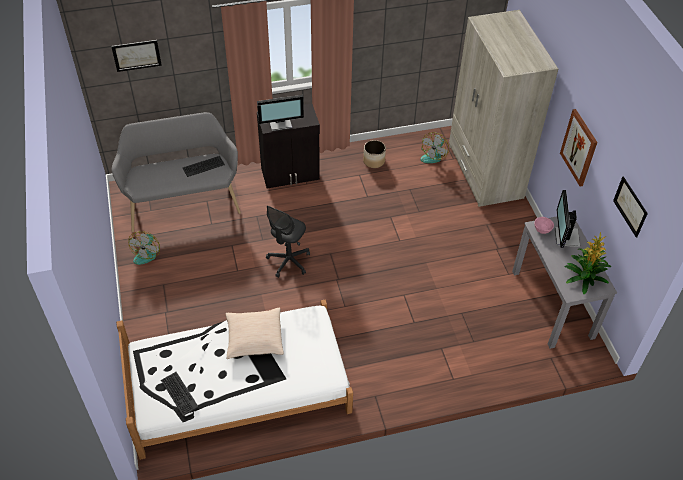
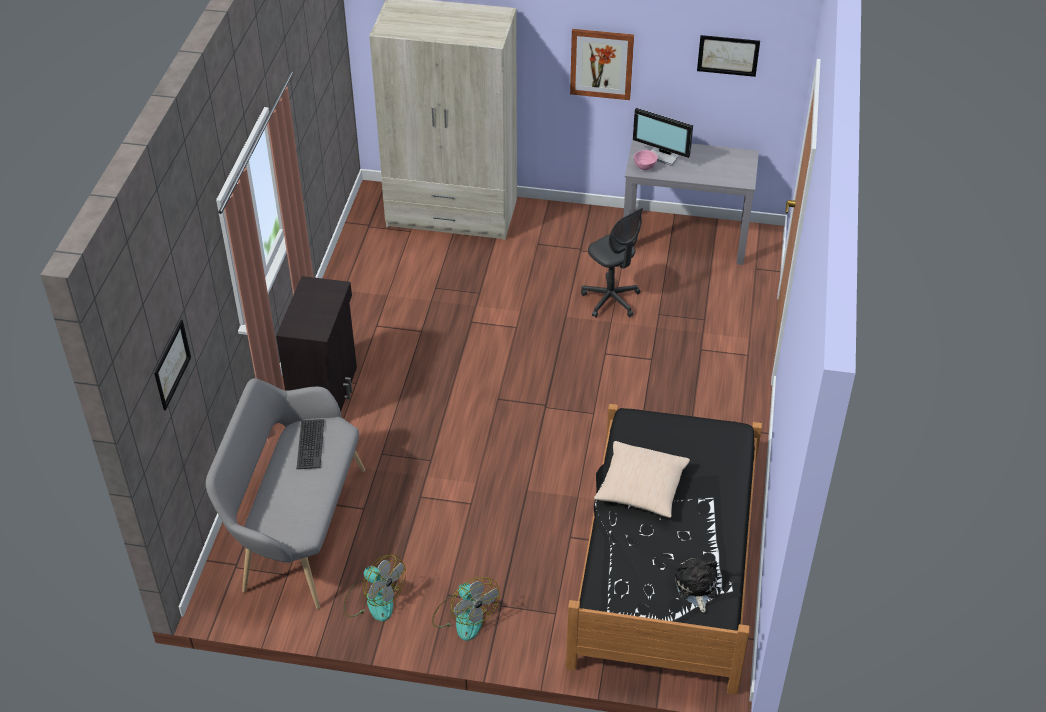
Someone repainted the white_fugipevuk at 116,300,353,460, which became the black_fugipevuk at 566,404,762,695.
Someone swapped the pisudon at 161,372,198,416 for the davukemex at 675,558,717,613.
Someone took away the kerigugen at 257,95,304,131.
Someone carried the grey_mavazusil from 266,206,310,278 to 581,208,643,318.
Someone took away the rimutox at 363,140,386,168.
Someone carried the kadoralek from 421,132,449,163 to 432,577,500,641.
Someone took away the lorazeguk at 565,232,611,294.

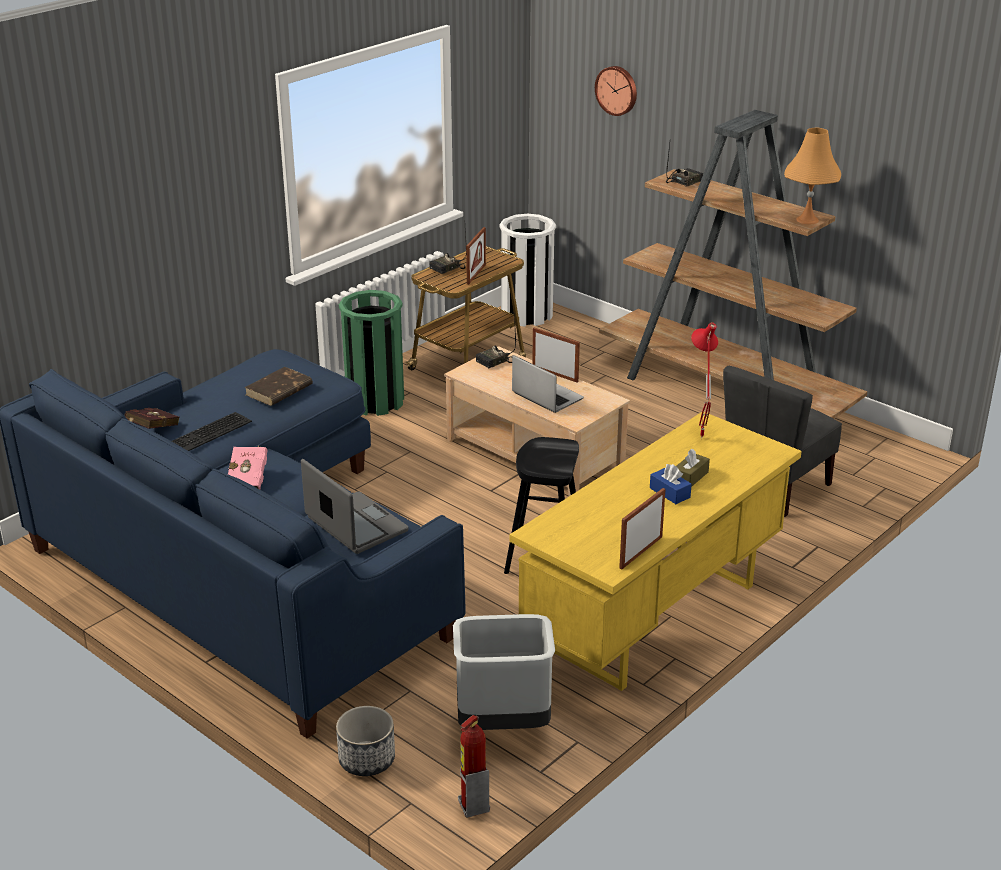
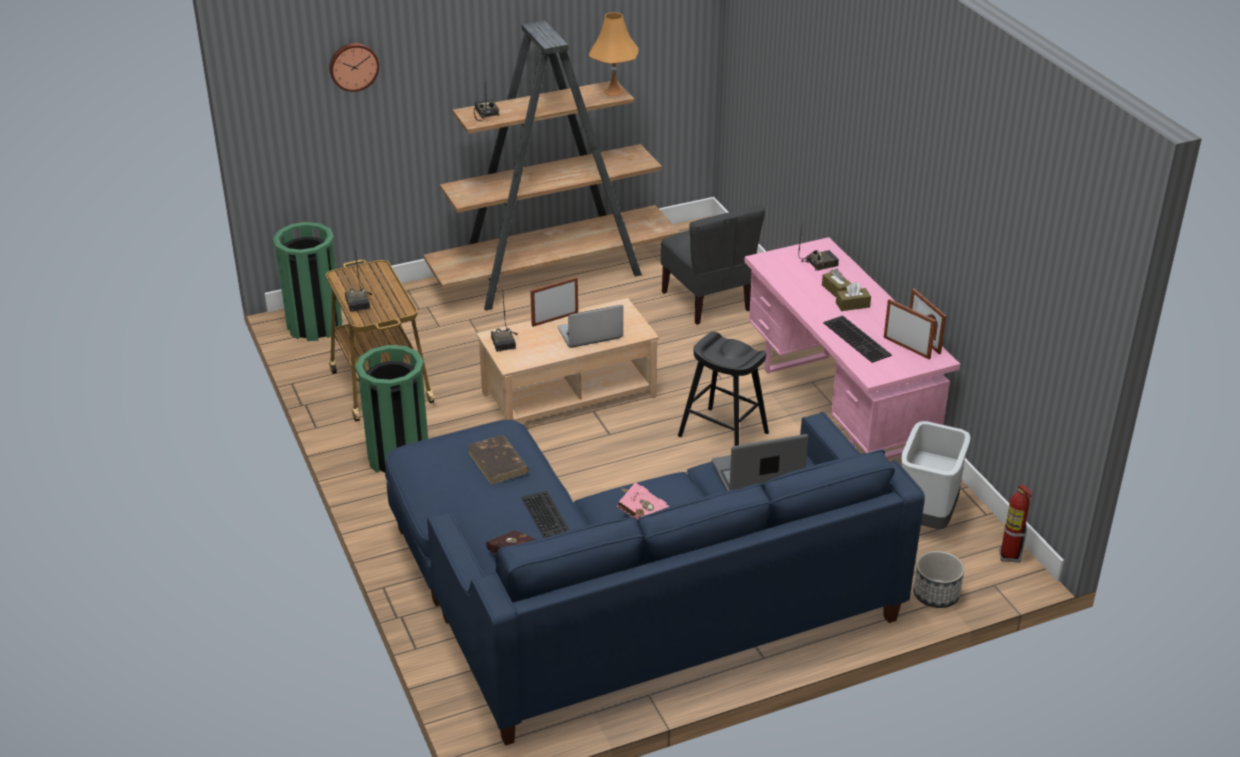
Someone carried the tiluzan from 466,227,486,285 to 884,299,936,359.
Someone repainted the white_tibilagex at 499,214,556,327, which became the green_tibilagex at 273,222,342,341.
Someone repainted the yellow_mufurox at 510,412,802,691, which became the pink_mufurox at 744,237,960,459.
Someone repainted the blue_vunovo at 650,464,692,504, which became the brown_vunovo at 836,282,871,311.
Someone took away the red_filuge at 691,323,718,438.
Someone put down the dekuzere at 798,228,839,271.
Someone put down the pisudon at 823,315,892,363.

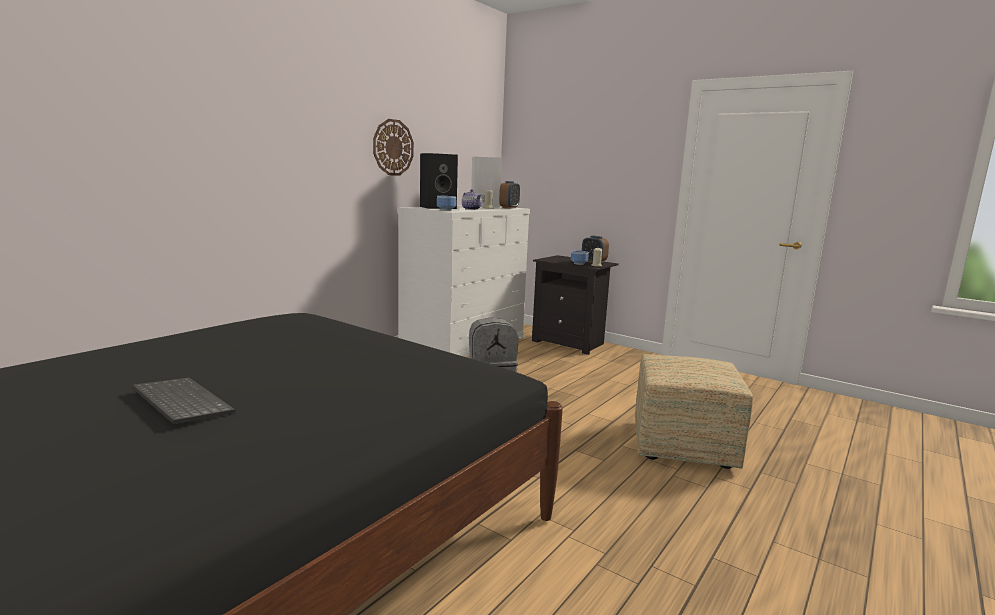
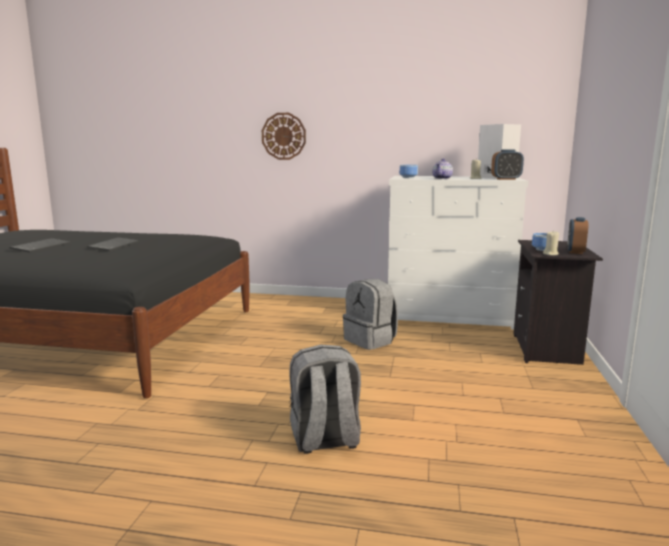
Someone carried the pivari from 373,119,414,176 to 262,113,306,160.
Someone took away the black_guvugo at 420,153,458,209.
Someone swapped the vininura at 635,354,753,469 for the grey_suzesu at 289,345,361,454.
Someone put down the pisudon at 87,237,139,251.

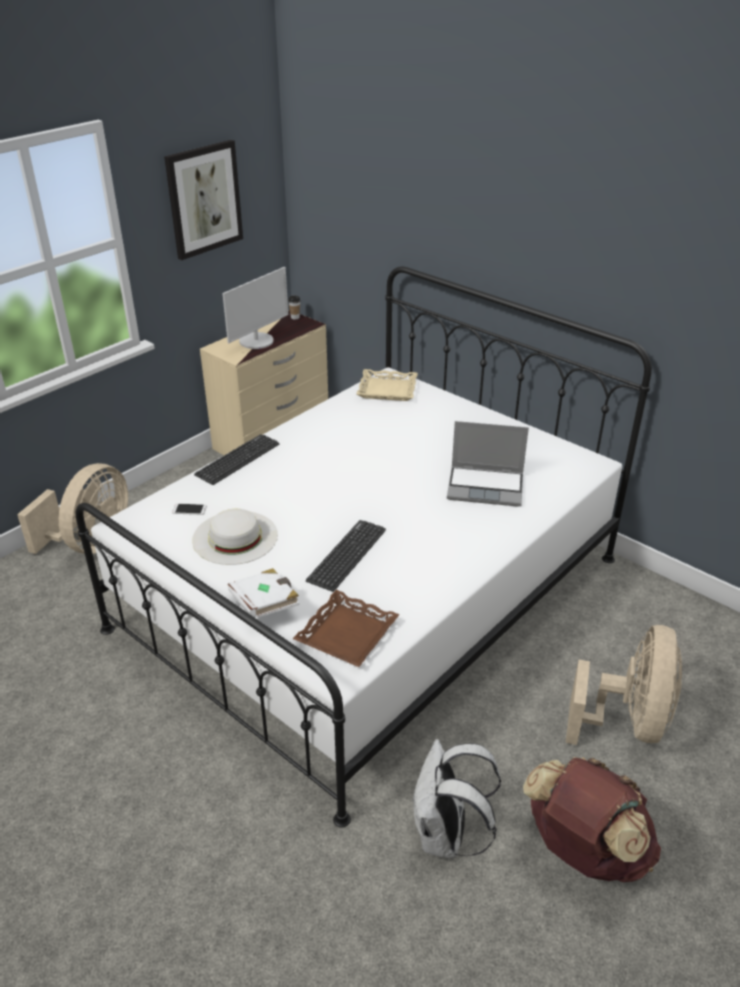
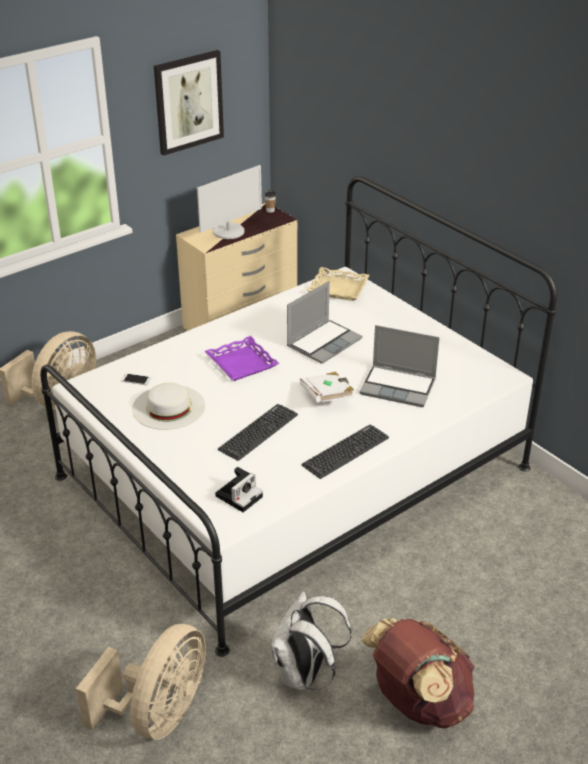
Someone carried the pisudon from 194,434,279,485 to 302,425,389,479.
Someone carried the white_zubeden from 228,568,299,618 to 300,372,354,403.
Someone swapped the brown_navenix at 293,590,400,667 for the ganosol at 215,467,263,512.
Someone carried the beige_kadoralek from 566,625,682,745 to 76,624,206,740.
Someone put down the purple_navenix at 205,336,279,381.
Someone put down the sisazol at 287,281,362,364.

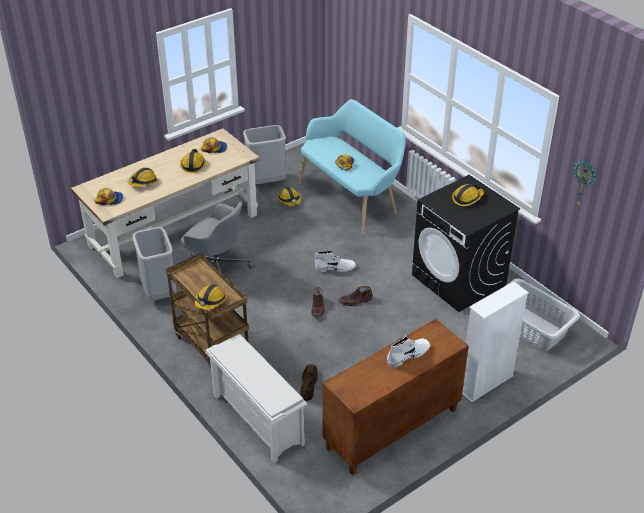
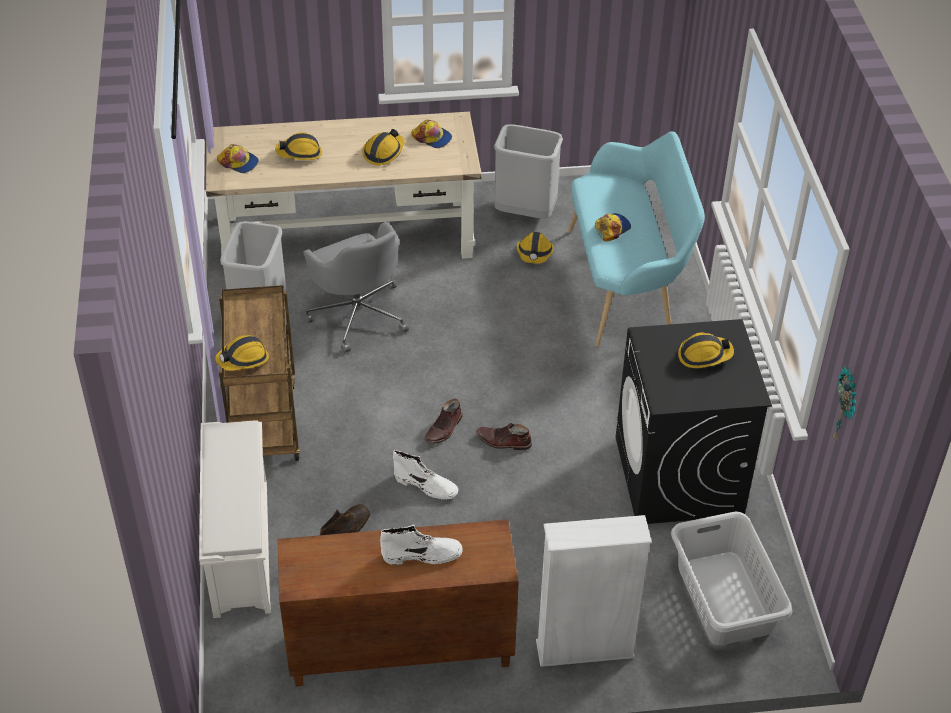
Someone carried the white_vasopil from 315,250,356,272 to 393,450,458,500.

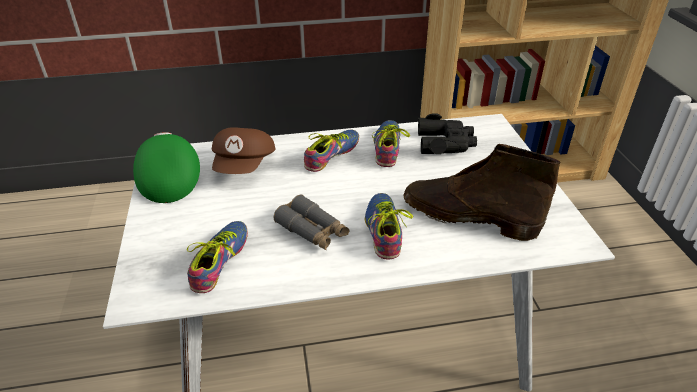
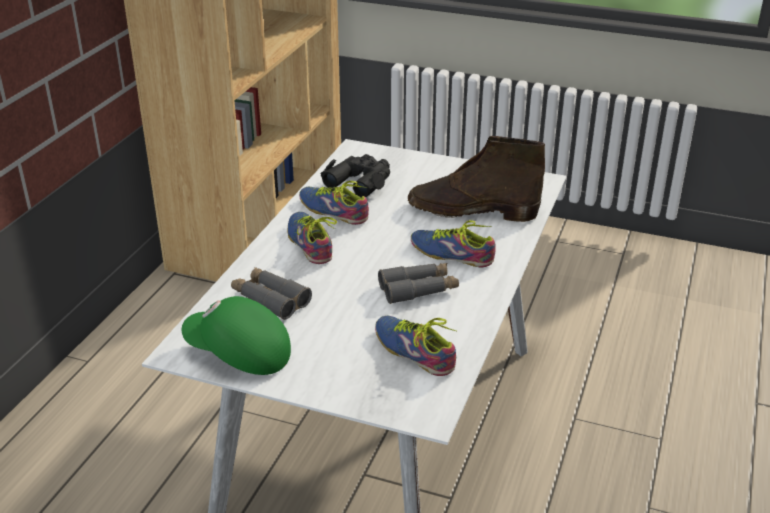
Someone swapped the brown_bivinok at 212,127,275,174 for the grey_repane at 231,267,312,320.
Someone rotated the brown_vasopil at 403,144,561,241 by 45 degrees clockwise.

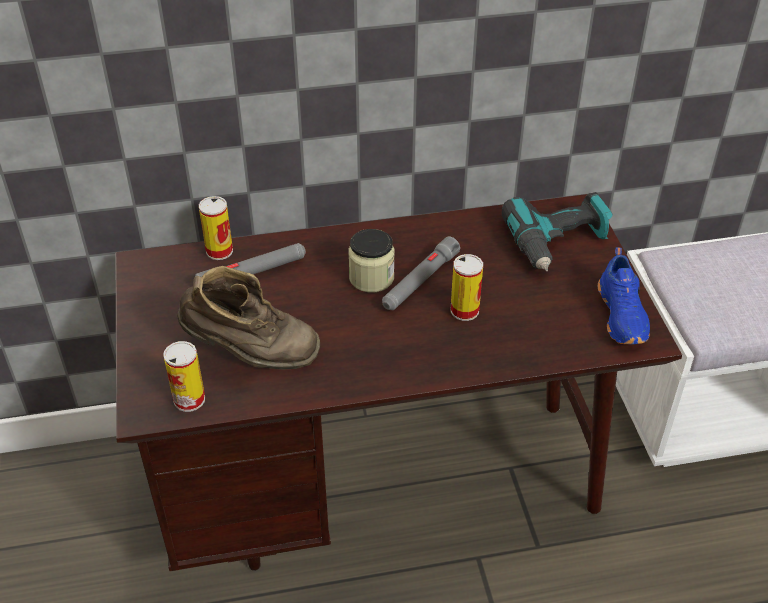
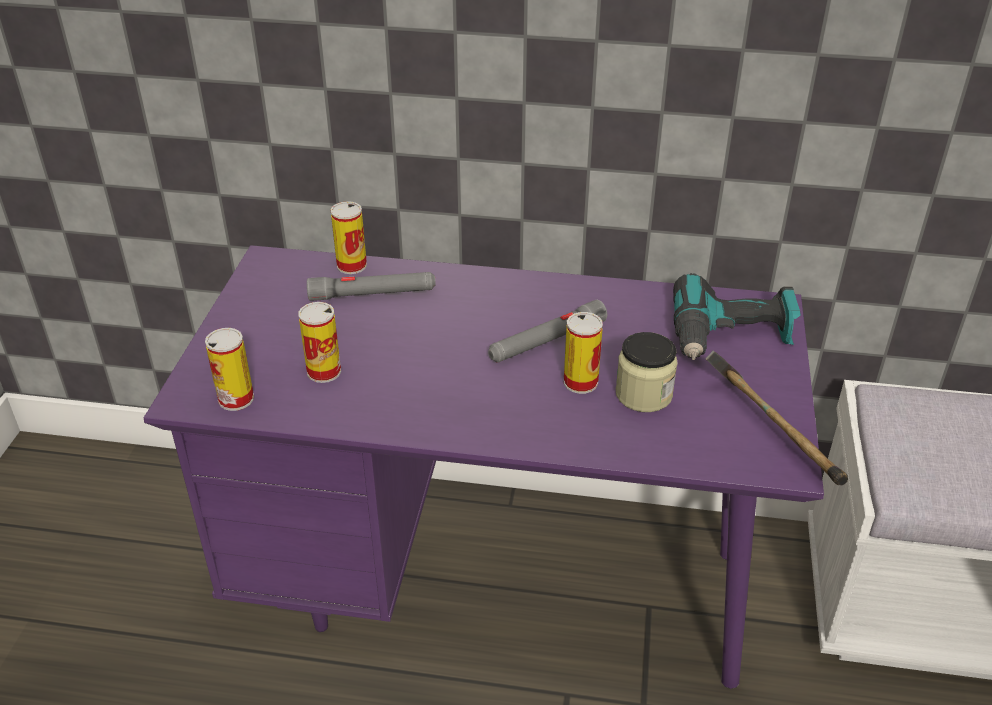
Someone repainted the brown_mufurox at 115,194,682,571, which became the purple_mufurox at 144,245,824,689.
Someone swapped the brown_vasopil at 177,266,320,370 for the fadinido at 298,302,341,383.
Someone carried the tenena from 348,229,395,292 to 616,332,678,412.
Someone swapped the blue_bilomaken at 598,248,650,344 for the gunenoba at 705,350,848,485.

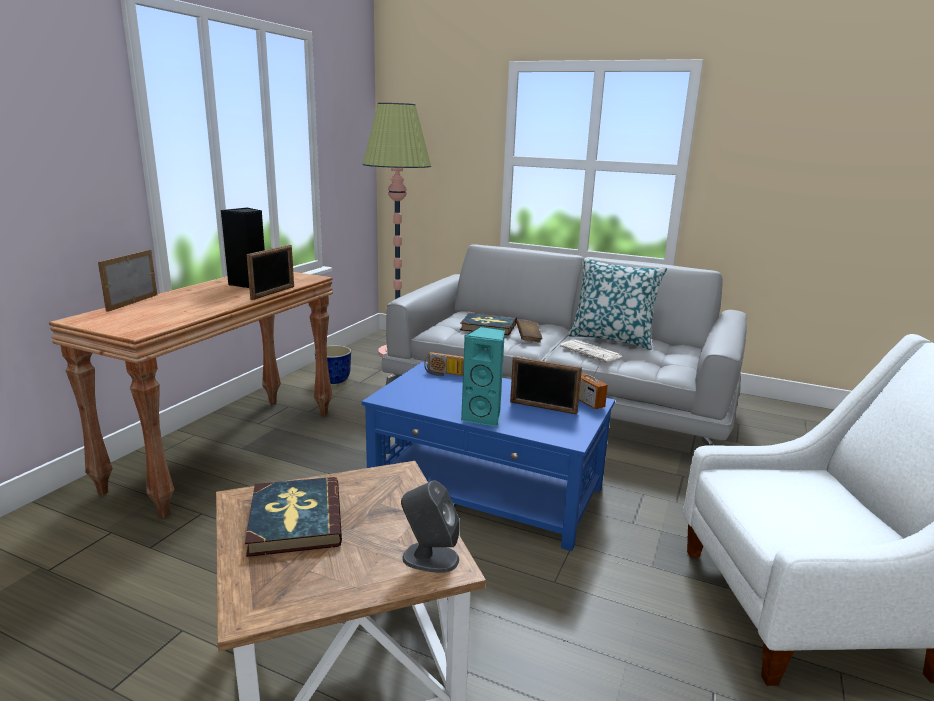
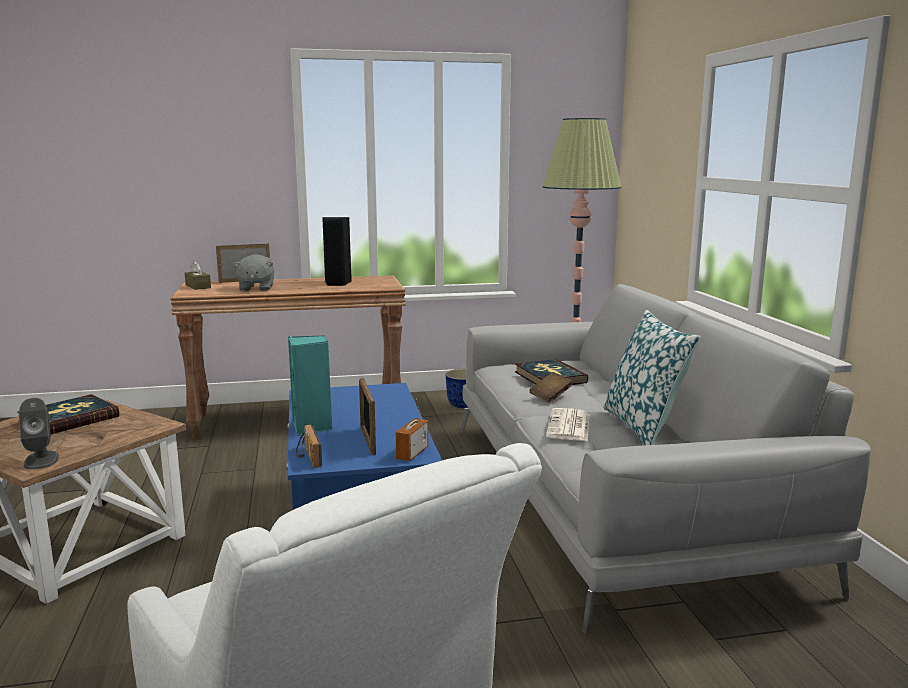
Someone took away the tiluzan at 247,245,294,300.
Someone carried the dekuzere from 424,352,464,376 to 296,425,322,468.
Someone put down the brown_vunovo at 185,261,211,290.
Someone put down the grey_davukemex at 233,254,274,291.

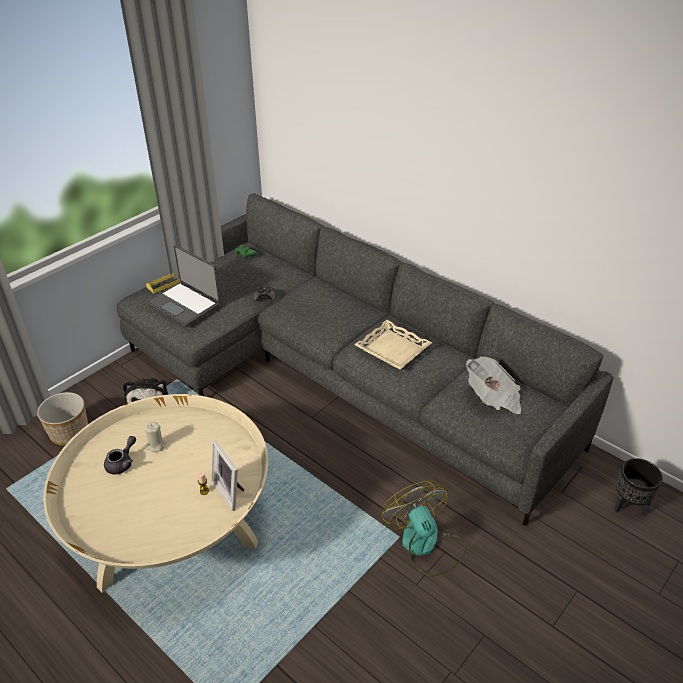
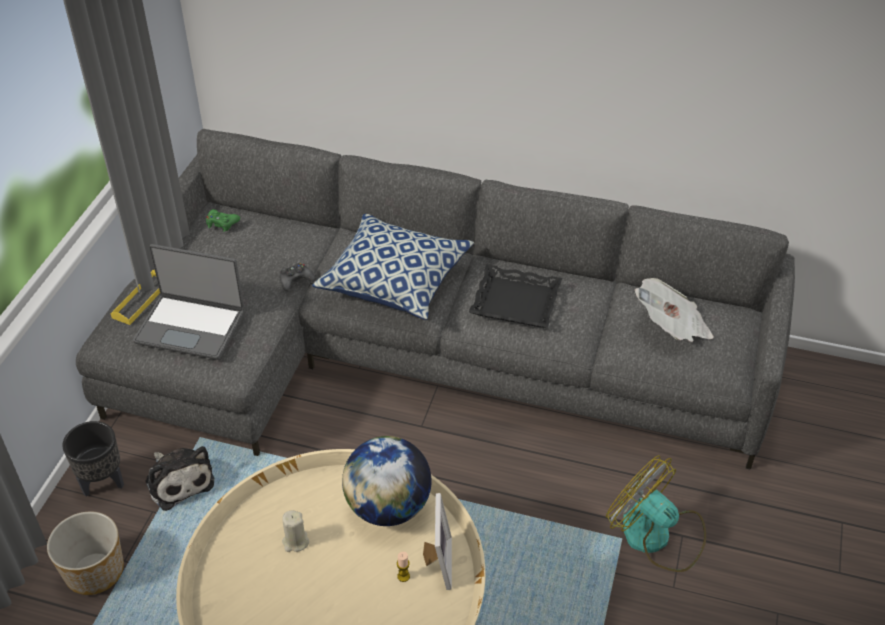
Someone took away the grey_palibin at 104,436,136,474.
Someone rotated the tiluzan at 212,441,244,511 by 120 degrees counterclockwise.
Someone repainted the beige_navenix at 354,320,432,370, which became the black_navenix at 469,264,562,328.
Someone carried the black_rimutox from 614,458,663,516 to 62,421,124,497.
Someone put down the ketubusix at 312,214,474,320.
Someone put down the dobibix at 342,436,432,526.

